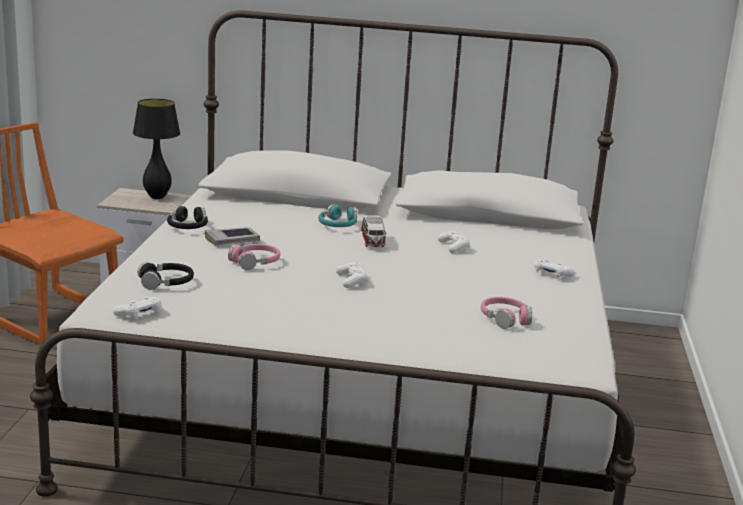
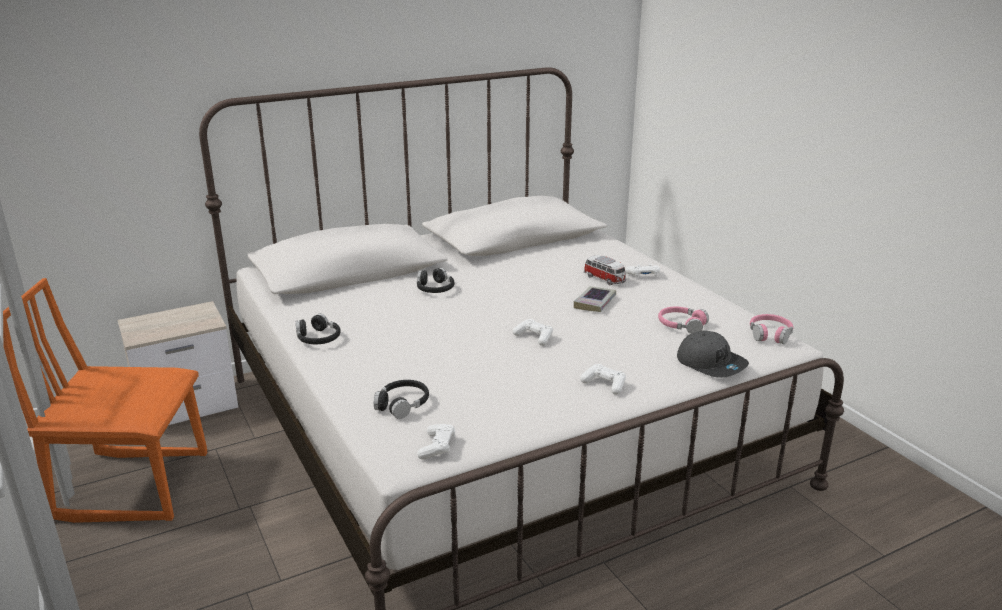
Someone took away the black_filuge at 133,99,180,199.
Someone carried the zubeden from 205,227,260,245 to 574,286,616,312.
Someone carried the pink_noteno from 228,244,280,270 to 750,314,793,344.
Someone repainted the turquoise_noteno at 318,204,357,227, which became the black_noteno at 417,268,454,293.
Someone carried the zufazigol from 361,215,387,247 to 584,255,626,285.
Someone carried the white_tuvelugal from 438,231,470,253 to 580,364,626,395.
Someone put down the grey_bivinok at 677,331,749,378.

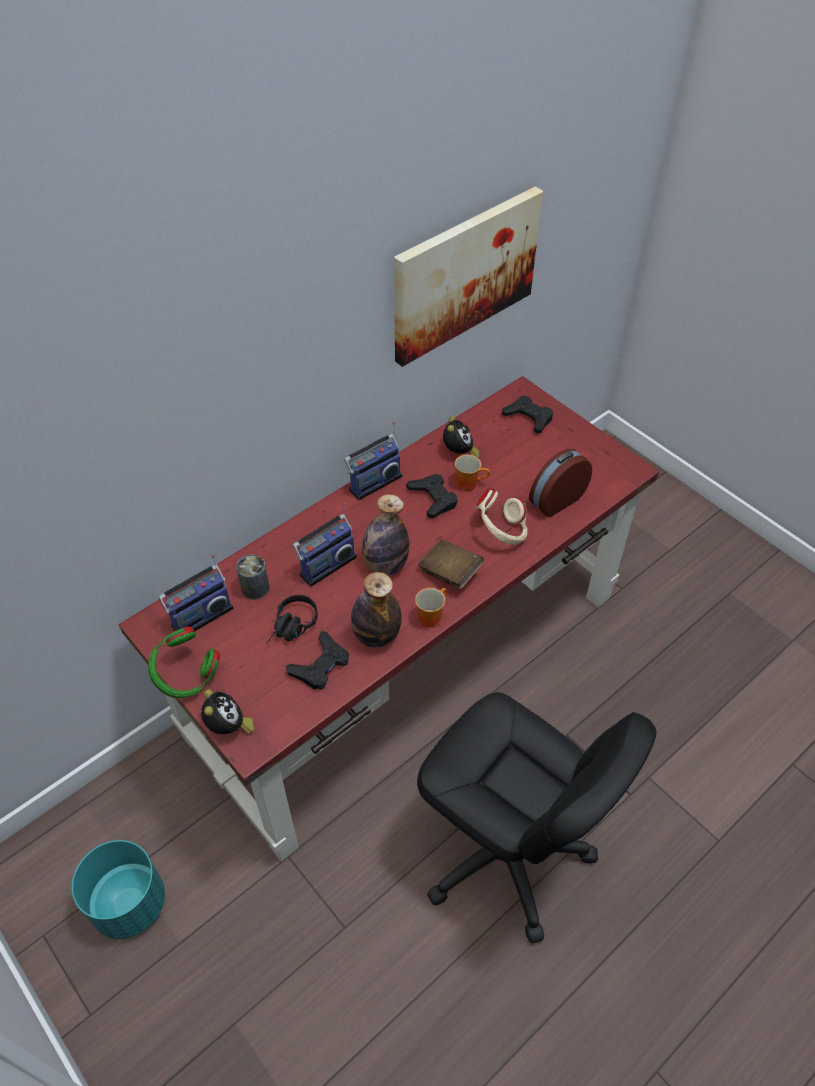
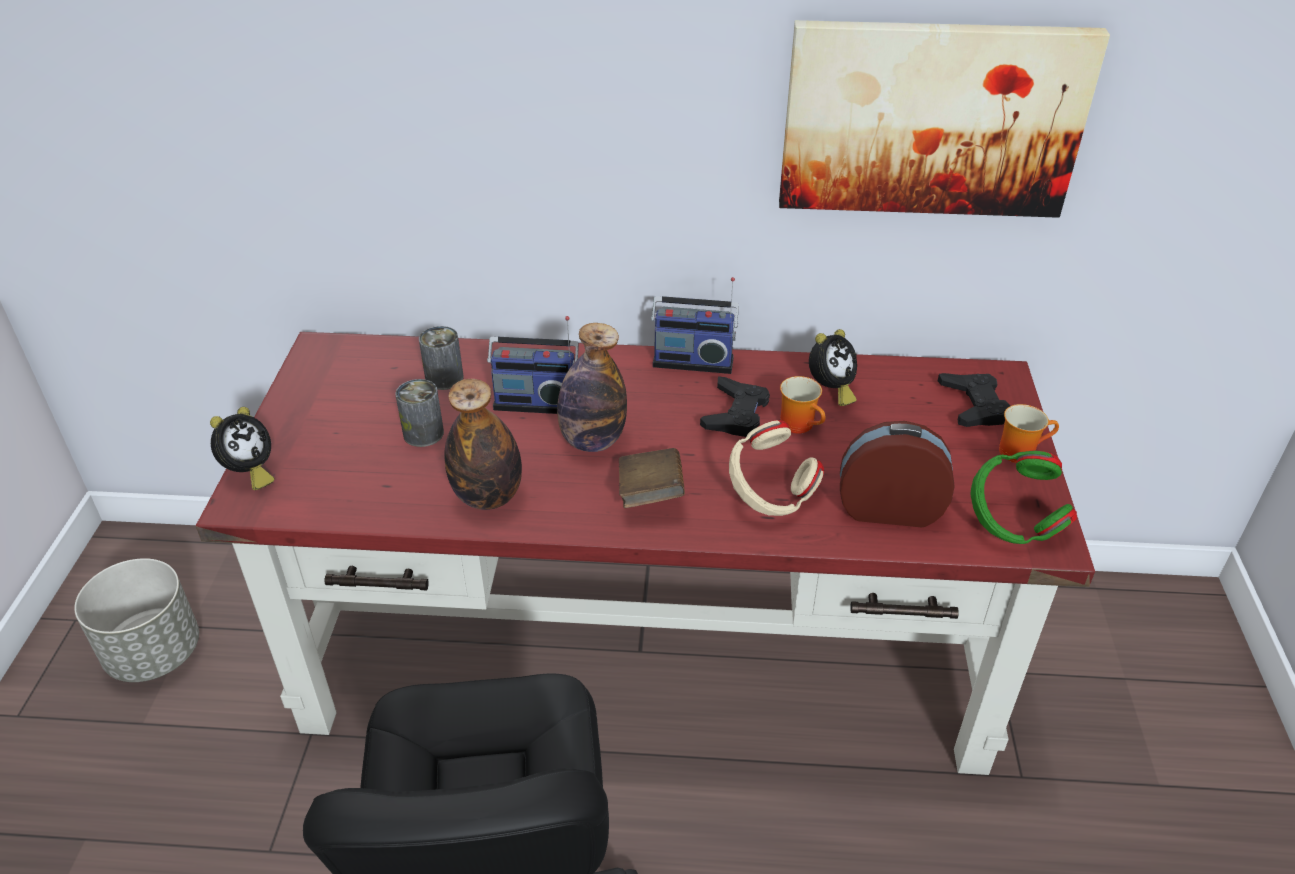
Someone repainted the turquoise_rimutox at 72,840,165,939, which became the grey_rimutox at 74,558,199,682.
Someone carried the green_noteno from 148,626,220,698 to 970,450,1077,544.
Someone took away the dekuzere at 158,555,233,631.
Someone swapped the black_noteno at 266,595,318,644 for the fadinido at 395,379,444,447.
Someone took away the black_tuvelugal at 286,631,349,690.
Someone carried the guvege from 415,588,447,628 to 999,404,1059,463.

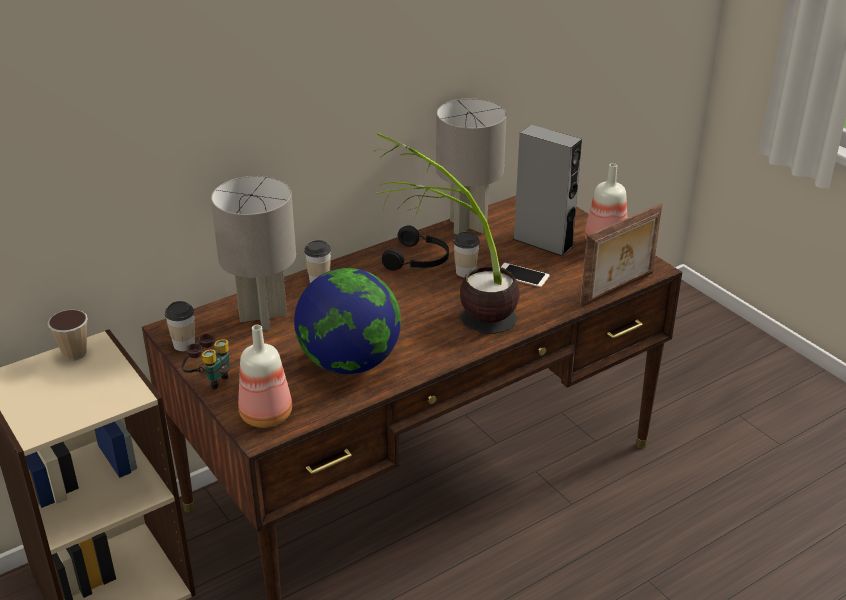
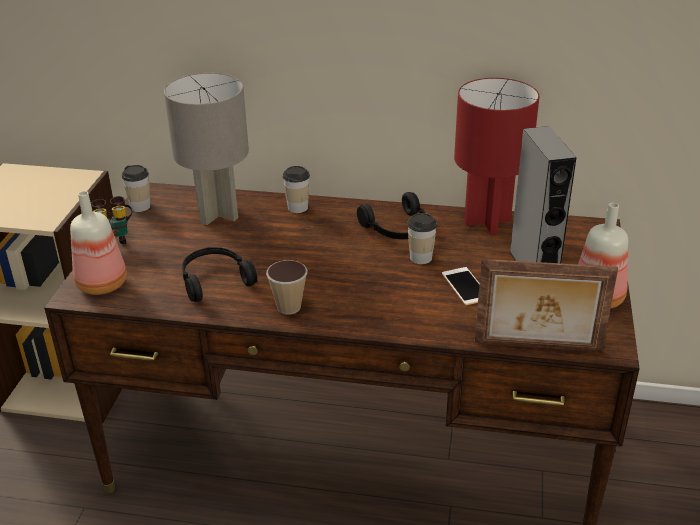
Someone carried the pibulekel from 48,310,88,361 to 266,260,307,315.
Someone swapped the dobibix at 294,268,401,374 for the black_noteno at 182,247,257,302.
Someone took away the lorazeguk at 375,132,520,334.
Someone repainted the grey_filuge at 436,98,507,235, which became the red_filuge at 454,78,540,234.

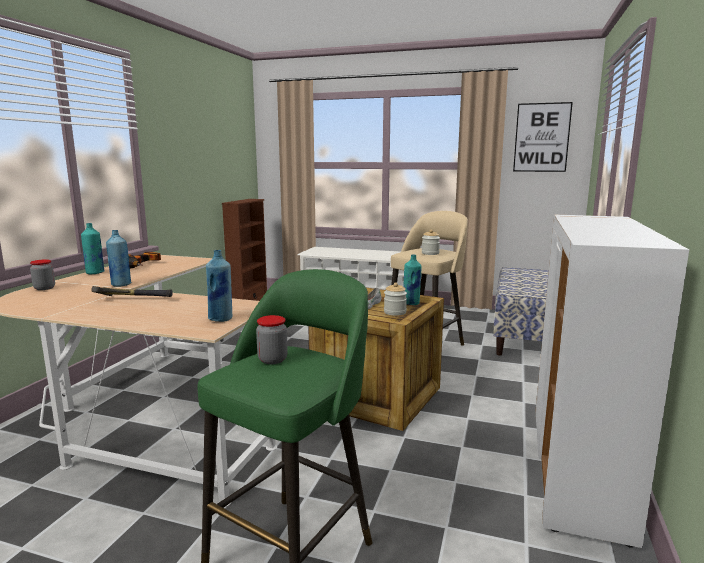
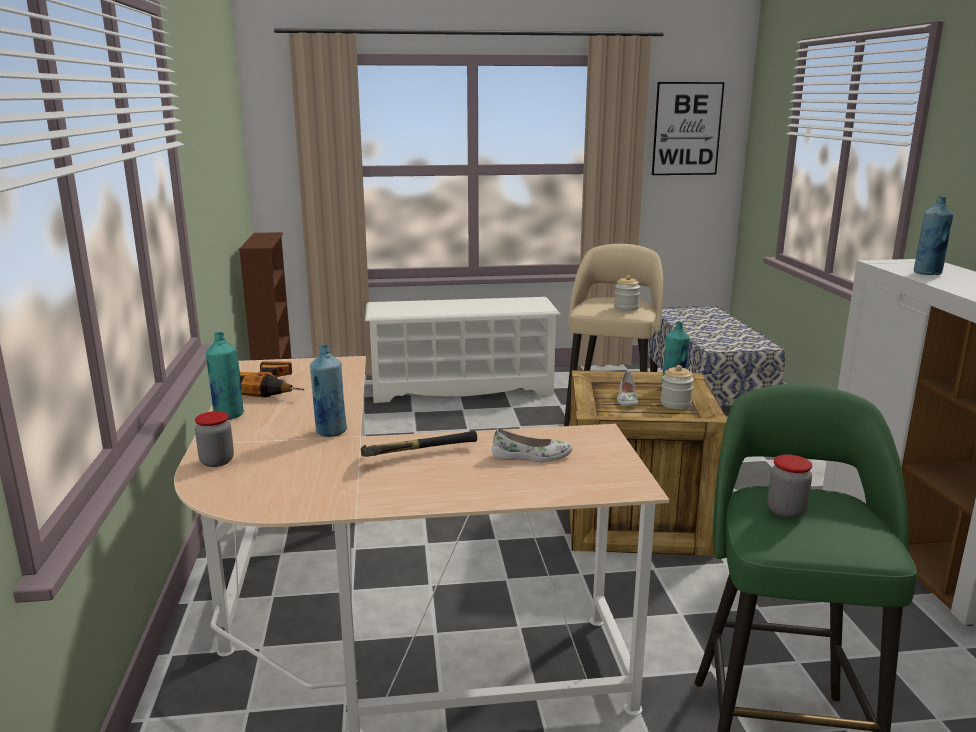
Someone carried the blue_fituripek from 206,250,232,322 to 914,196,954,275.
Someone put down the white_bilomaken at 492,428,573,462.

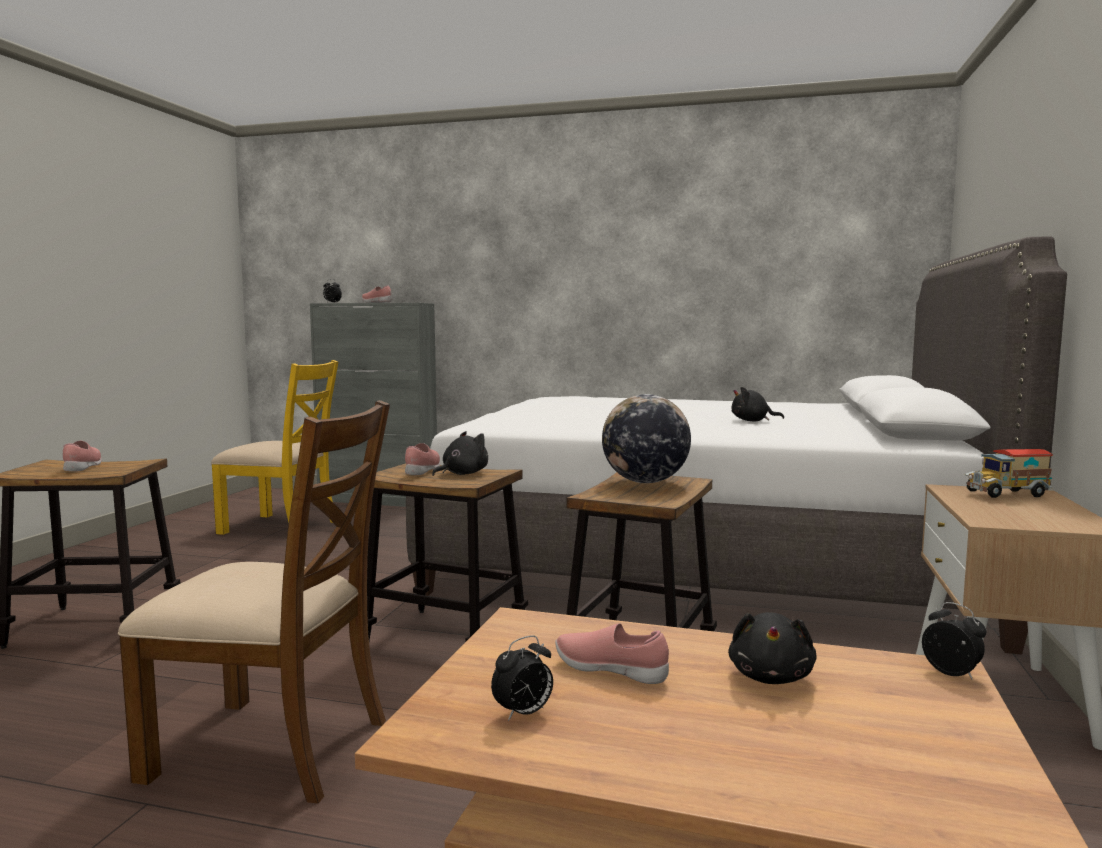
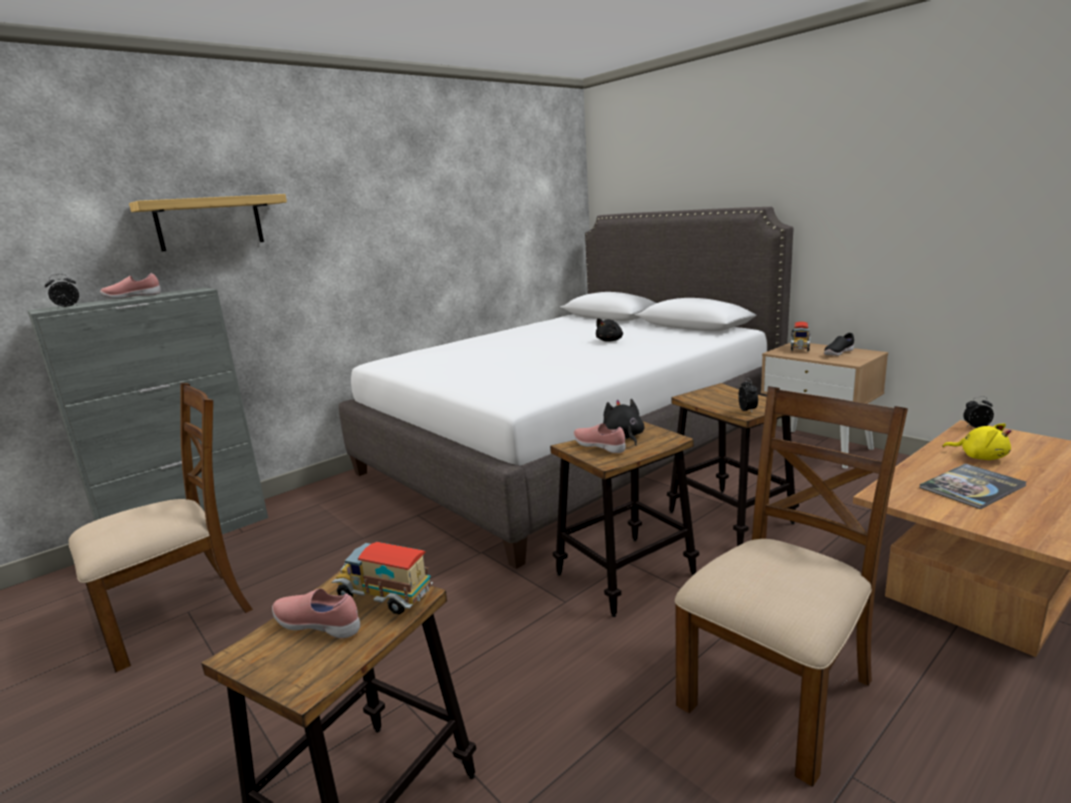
Someone repainted the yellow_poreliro at 211,360,338,535, which became the brown_poreliro at 69,383,253,672.
Someone carried the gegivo from 491,635,553,721 to 738,378,758,412.
Someone swapped the pink_bilomaken at 555,623,669,684 for the zubeden at 919,464,1026,509.
Someone took away the dobibix at 602,394,691,483.
Someone repainted the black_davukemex at 728,612,817,684, which became the yellow_davukemex at 942,423,1011,460.
Someone put up the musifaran at 129,194,287,251.
Someone put down the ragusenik at 331,542,433,615.
Someone put down the black_bilomaken at 824,333,854,356.

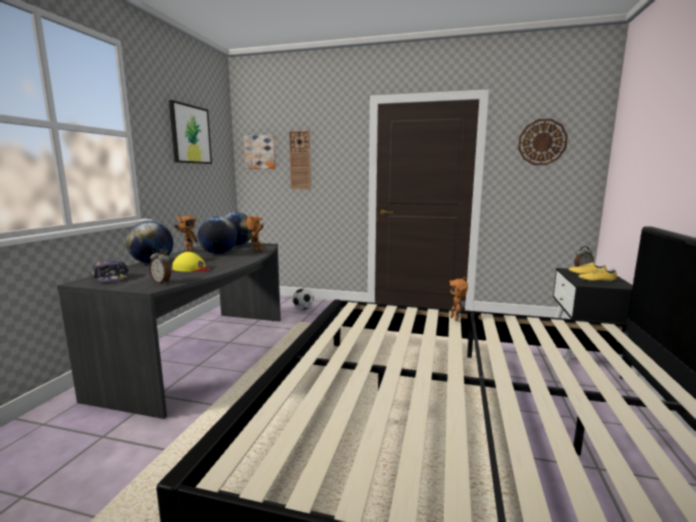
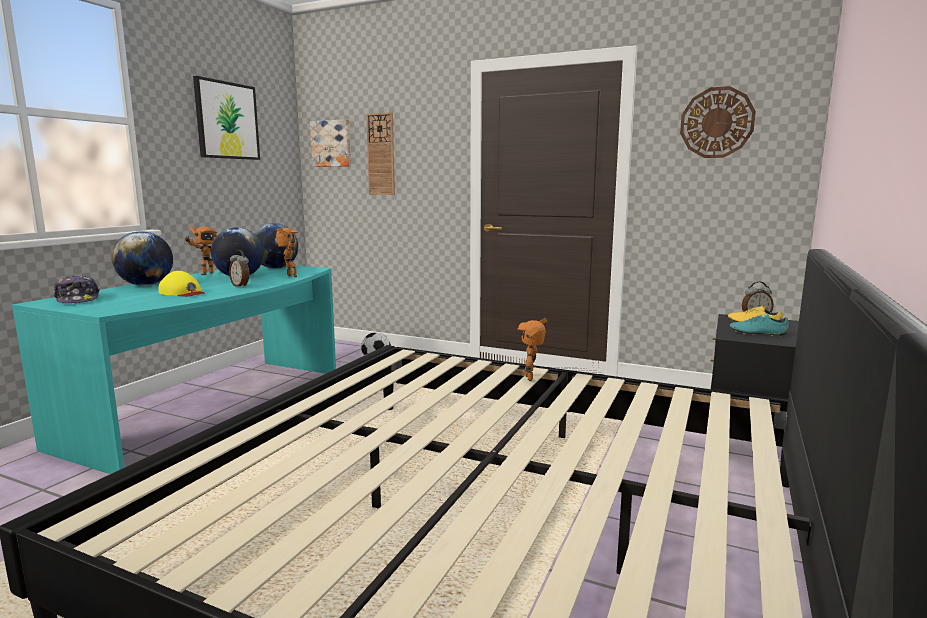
Someone repainted the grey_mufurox at 57,242,281,419, which became the turquoise_mufurox at 12,265,336,474.
Someone carried the gegivo from 149,249,171,284 to 229,250,249,288.
Someone repainted the yellow_bilomaken at 578,267,617,283, which became the turquoise_bilomaken at 729,313,789,337.

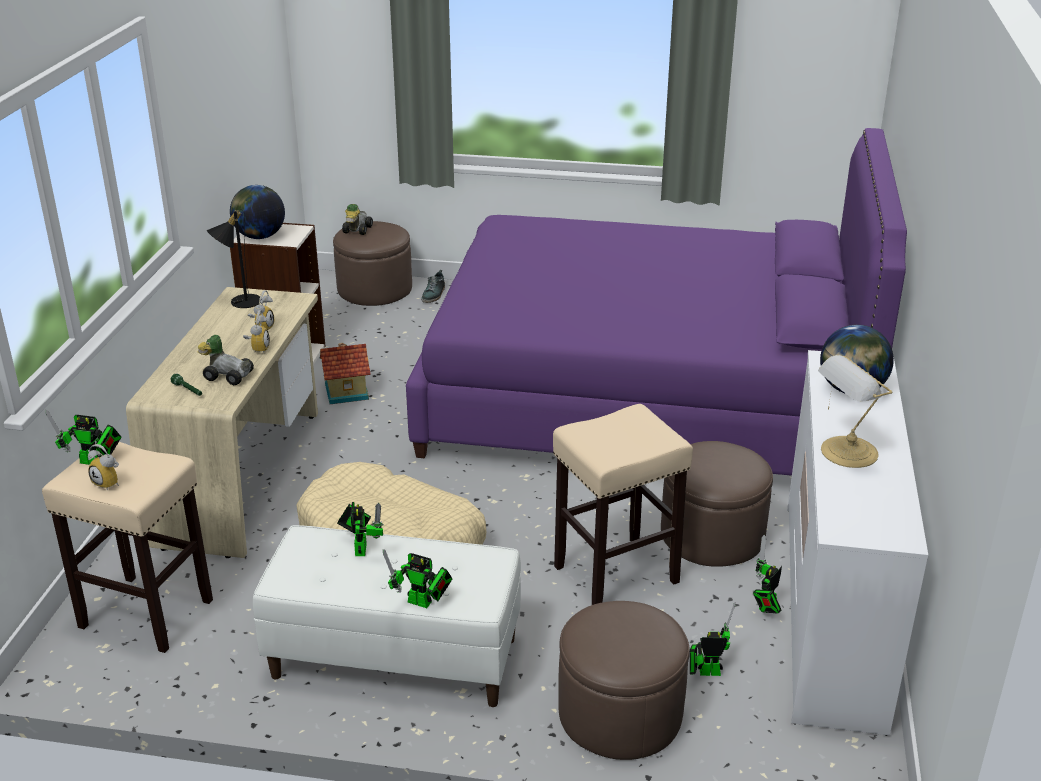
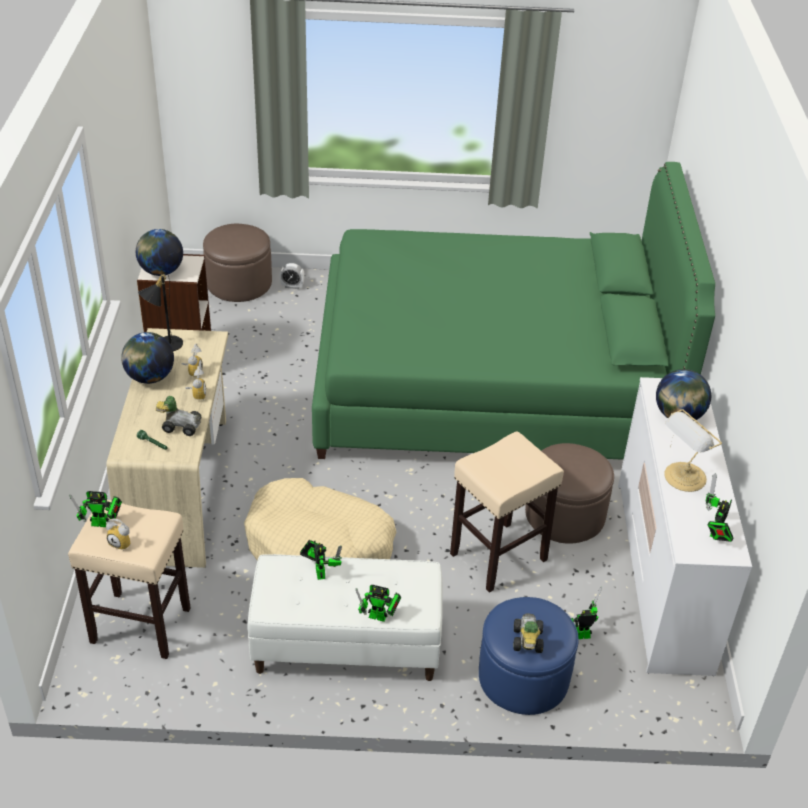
Someone took away the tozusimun at 320,342,371,404.
Someone carried the zufazigol from 342,204,373,235 to 513,614,544,653.
Someone repainted the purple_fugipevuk at 406,128,907,476, which became the green_fugipevuk at 312,162,715,460.
Someone swapped the bilomaken at 421,270,445,303 for the gegivo at 280,263,305,289.
Someone repainted the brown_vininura at 558,601,690,760, which became the blue_vininura at 479,597,579,715.
Someone carried the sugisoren from 753,535,782,614 to 706,473,734,542.
Someone put down the dobibix at 121,332,174,384.

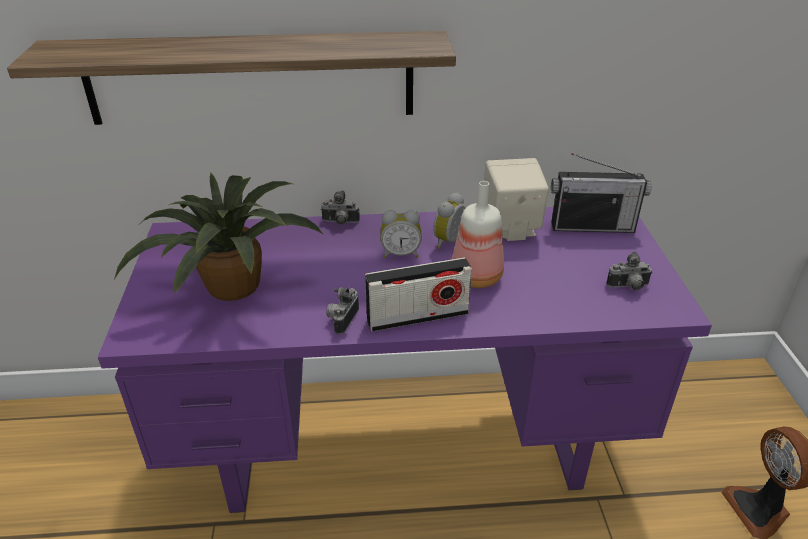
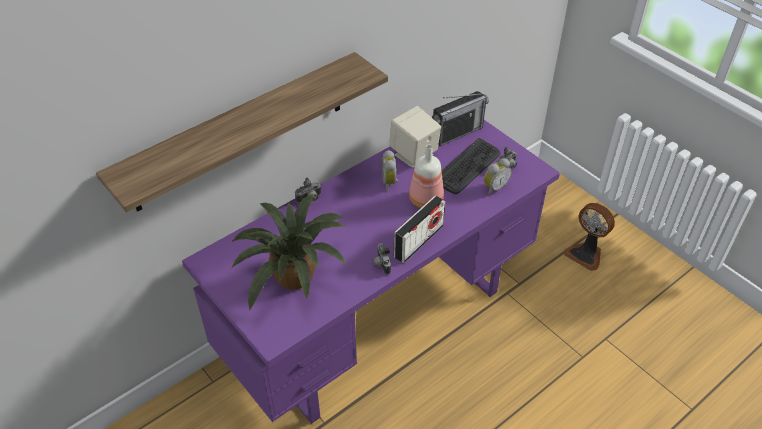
Someone carried the gegivo from 380,210,422,258 to 484,158,511,195.
Someone put down the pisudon at 442,138,500,194.

